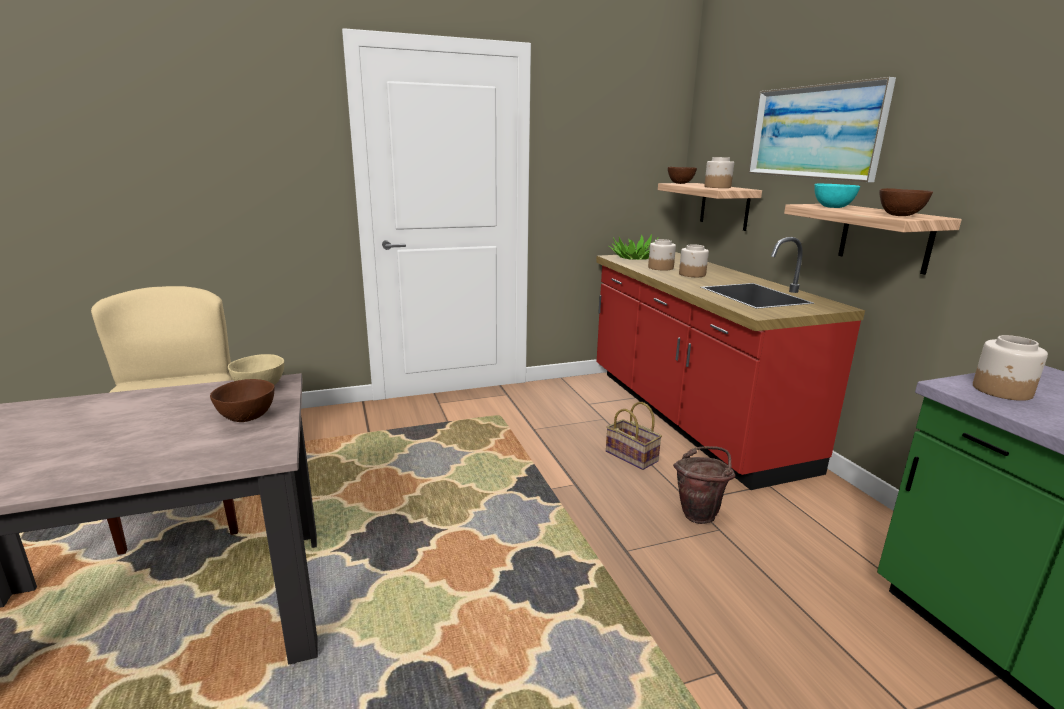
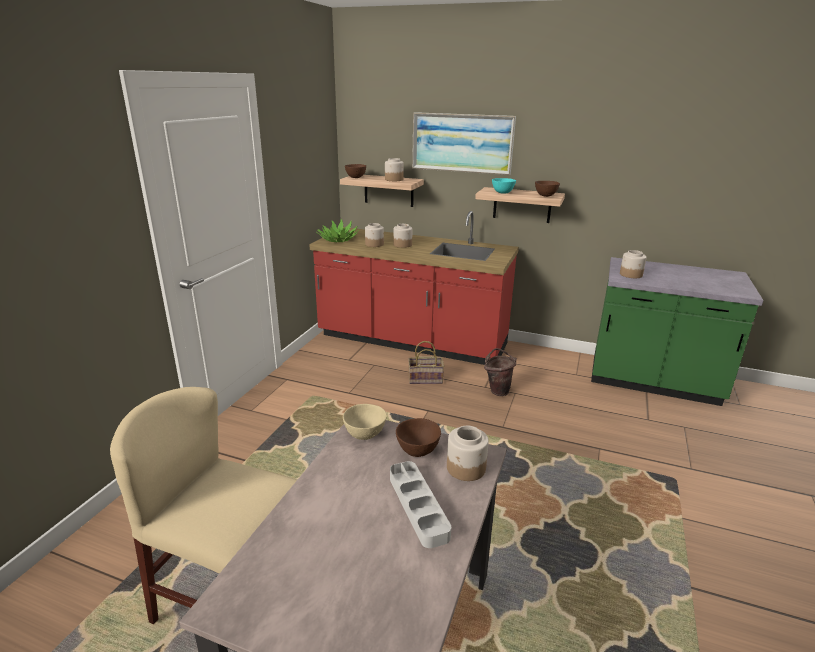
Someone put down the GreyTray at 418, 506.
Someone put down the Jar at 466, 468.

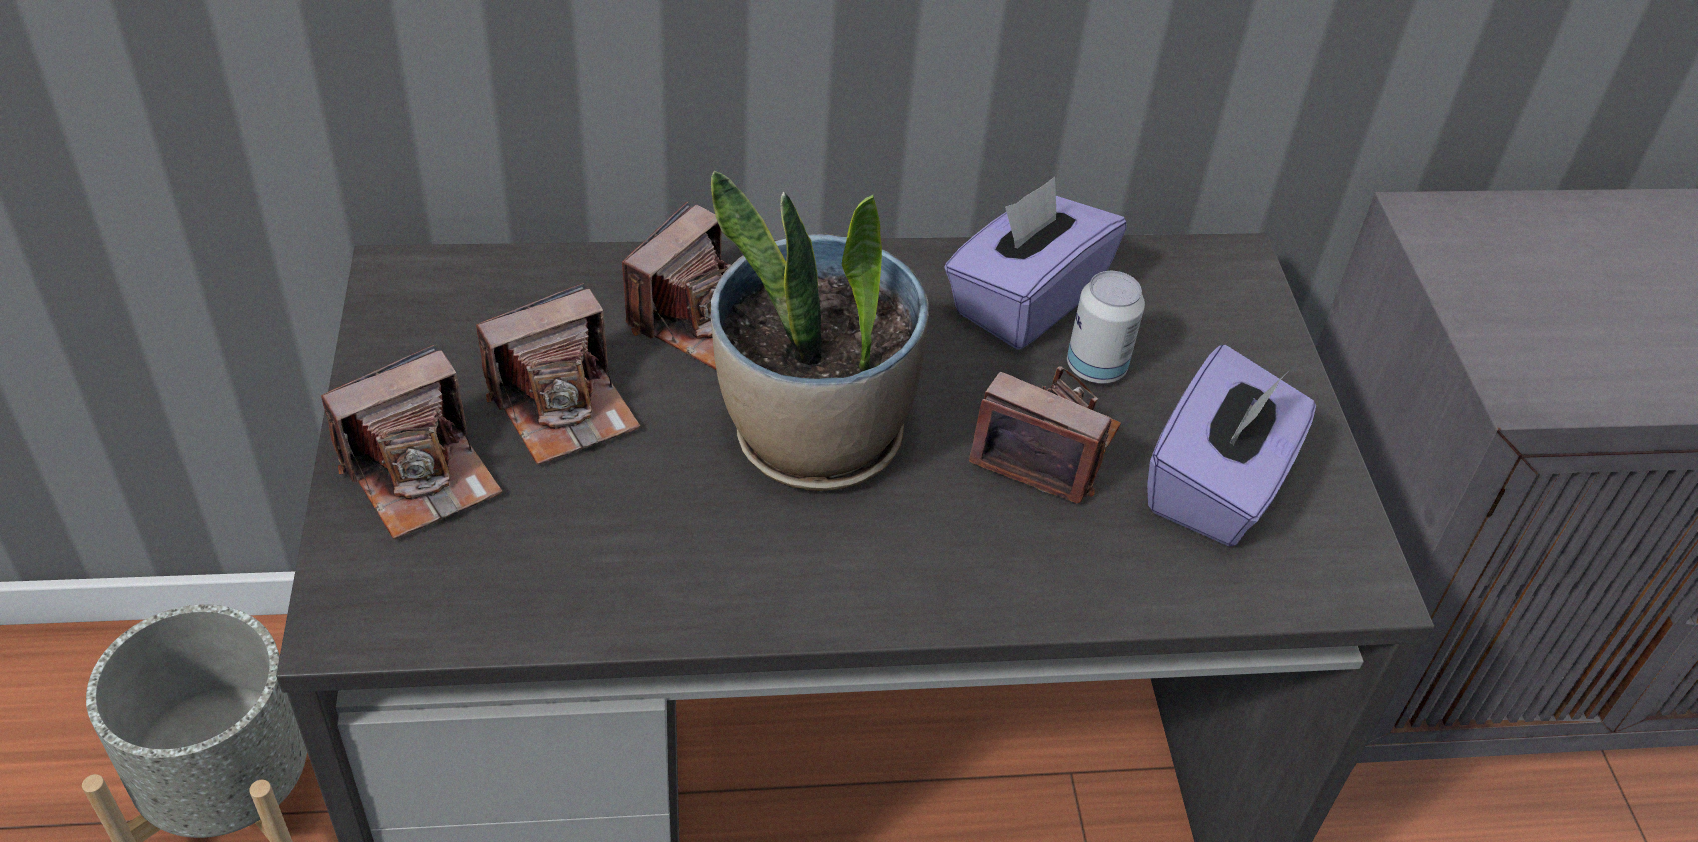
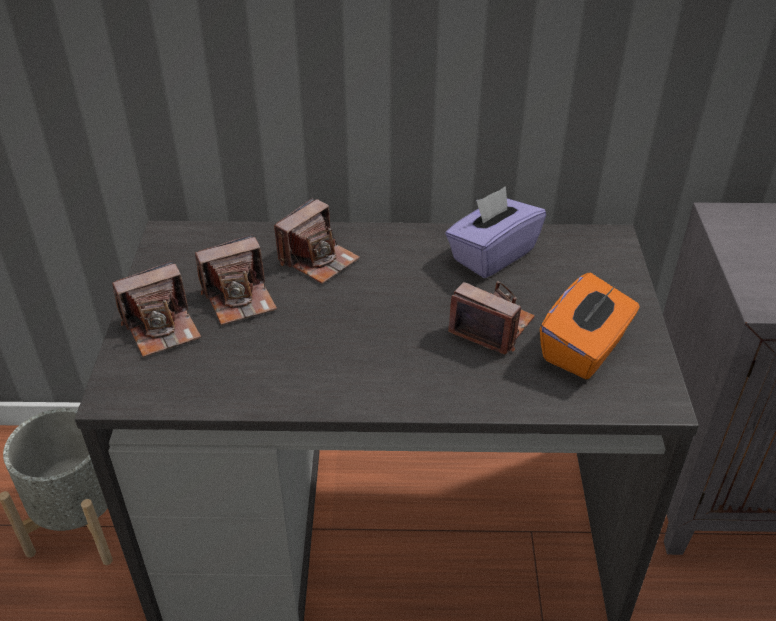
Someone took away the PottedPlant at 814, 440.
Someone took away the Can at 1096, 368.
Someone repainted the PurpleTissueBox at 1217, 486, which became the OrangeTissueBox at 584, 349.

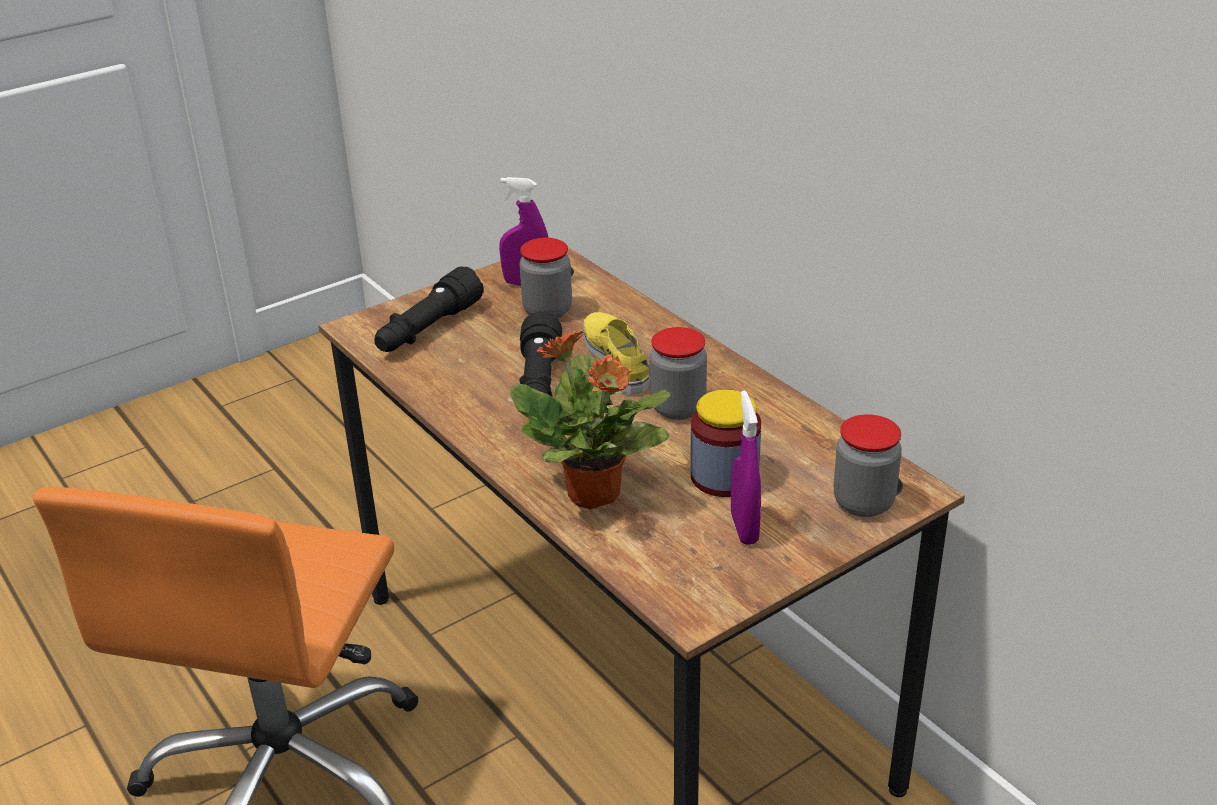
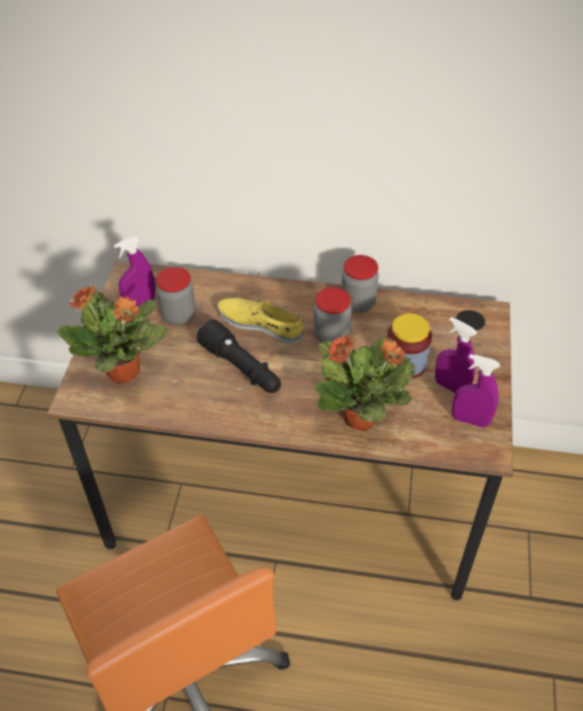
Someone swapped the BlackFlashlight at 428, 329 for the PottedPlant at 124, 372.
Someone carried the Jar from 863, 502 to 358, 303.
Someone put down the PurpleSprayBottle at 470, 420.

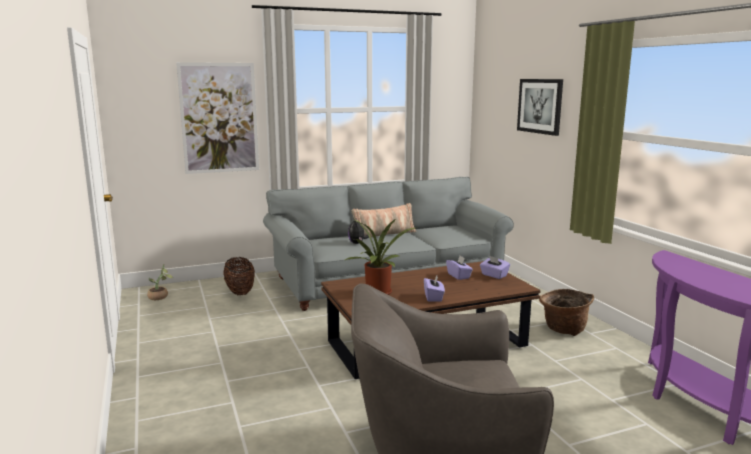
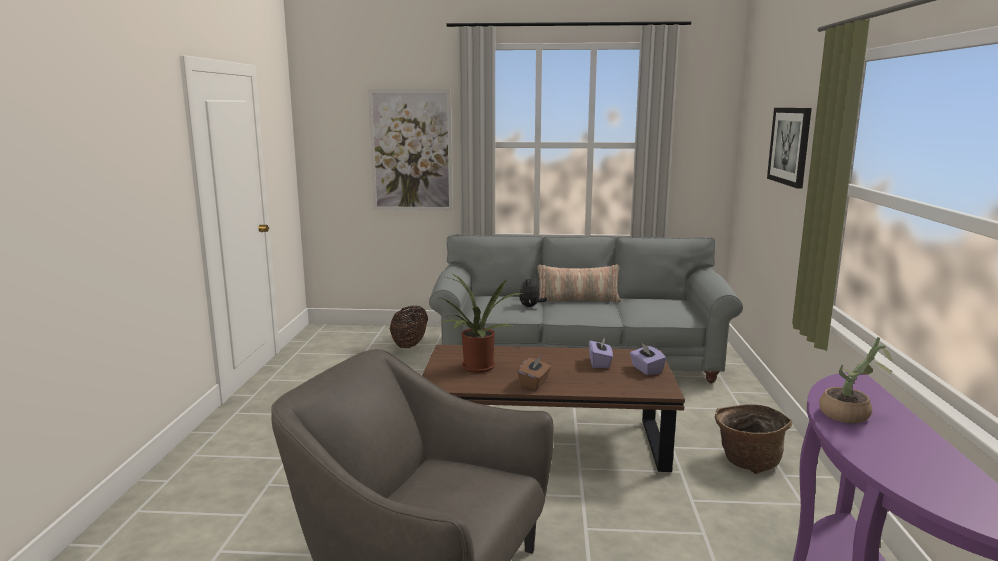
Someone carried the PottedPlant from 160, 297 to 851, 415.
Someone repainted the PurpleTissueBox at 433, 297, which became the BrownTissueBox at 534, 383.

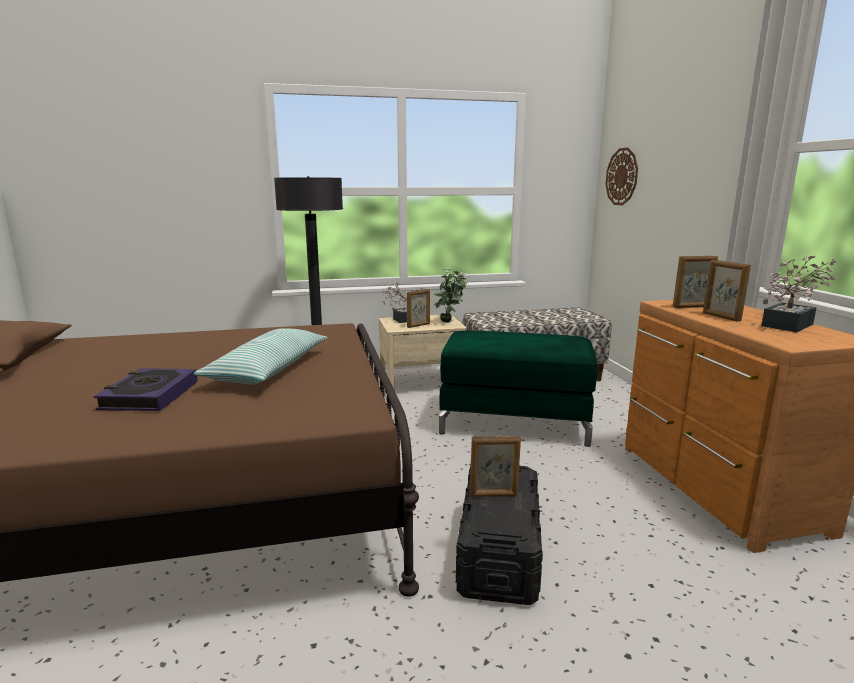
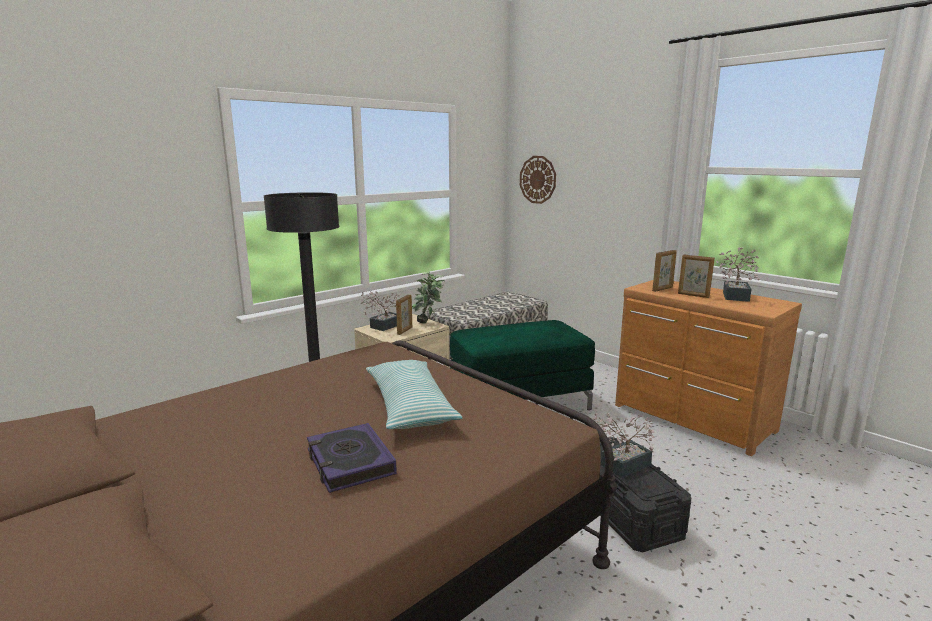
Someone swapped the PictureFrame at 493, 495 for the PottedPlant at 621, 466.

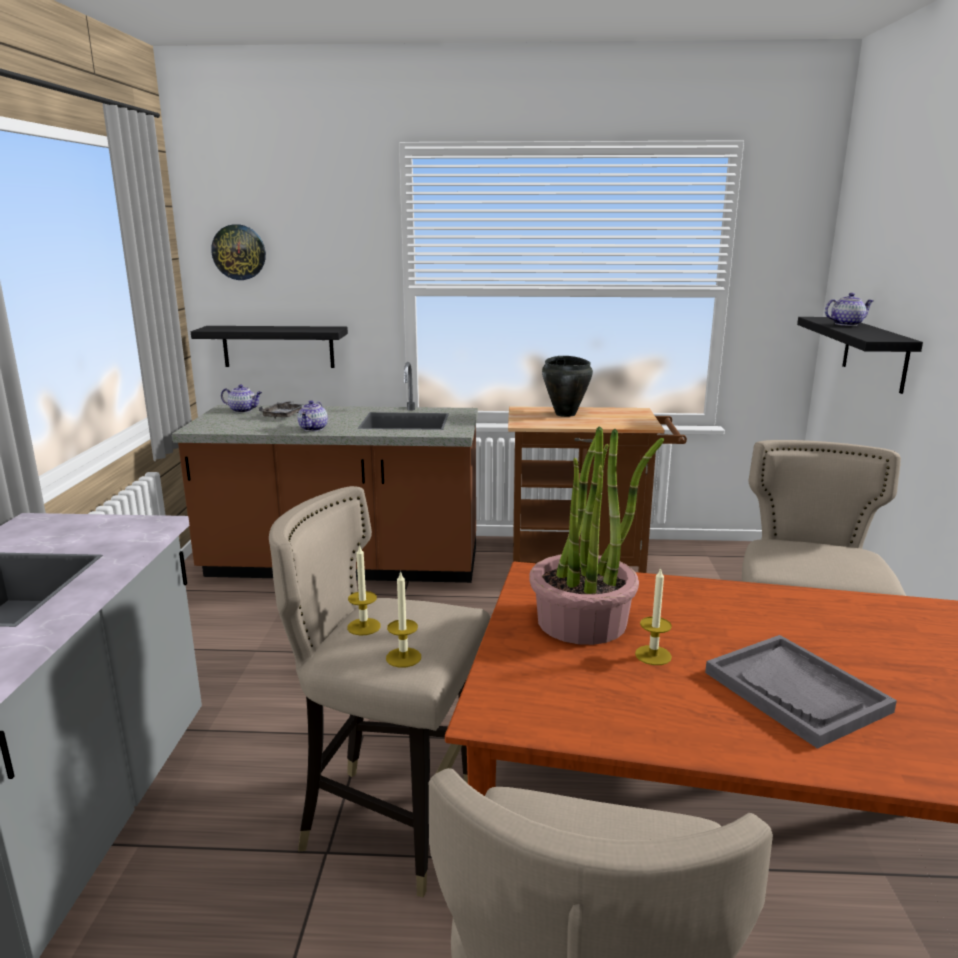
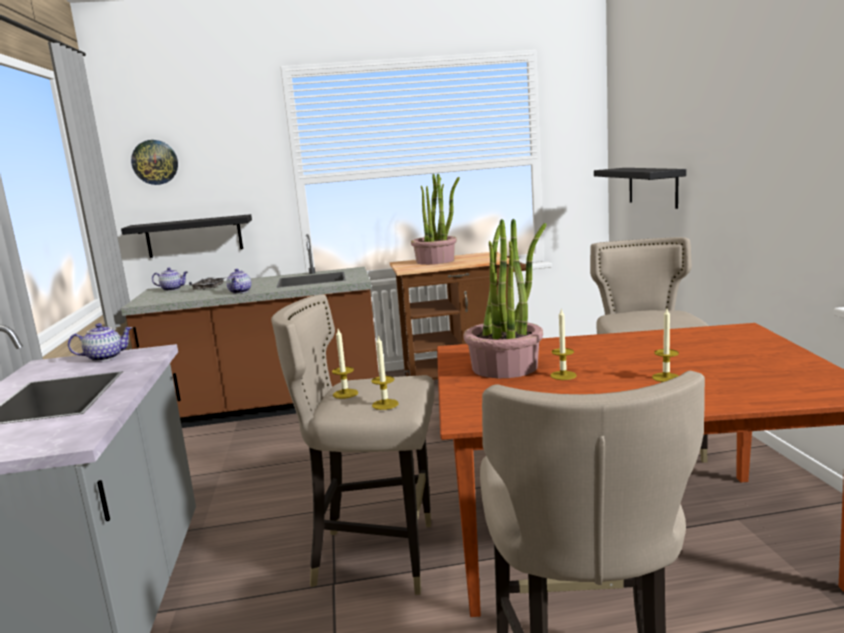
Someone swapped the BlackCookingPot at 566, 414 for the PottedPlant at 436, 261.
Someone swapped the GreyTray at 796, 692 for the Candle at 666, 377.
Someone carried the Teapot from 846, 324 to 105, 357.

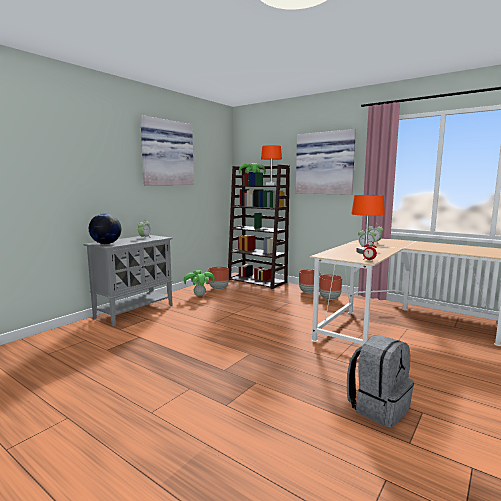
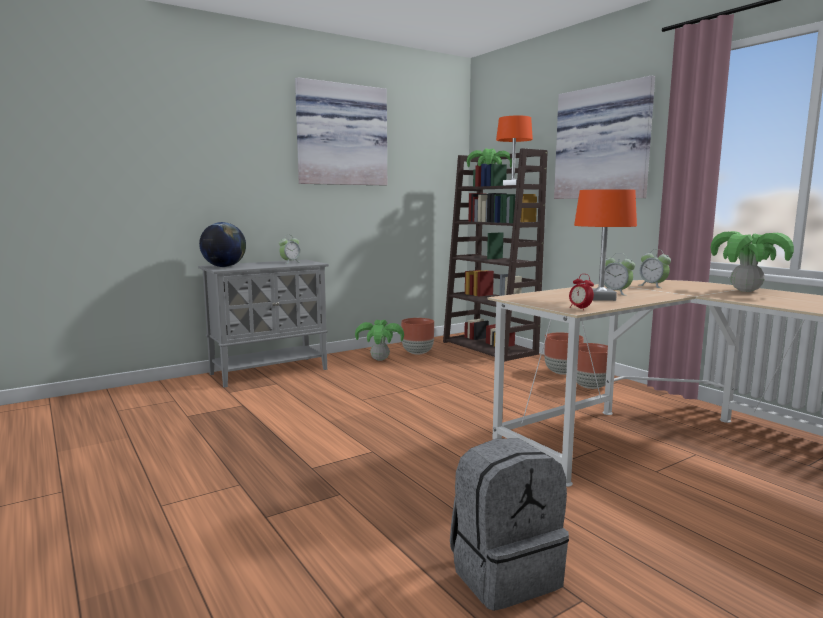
Someone put down the PottedPlant at 746, 291.

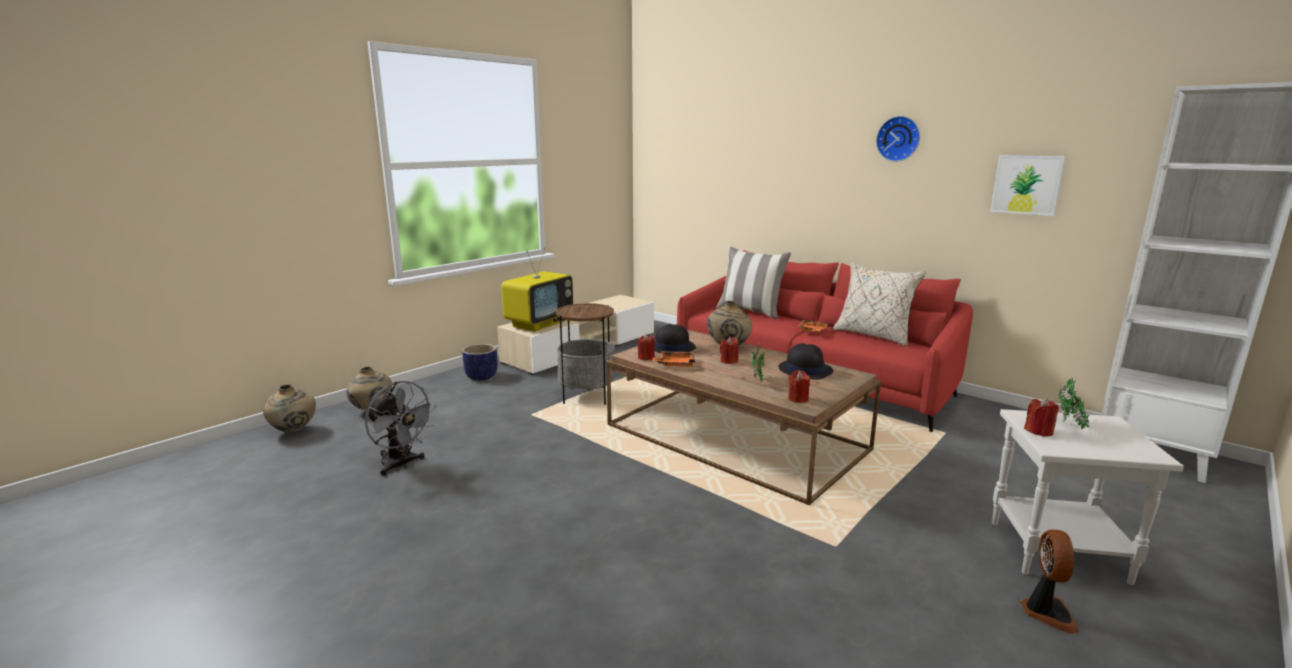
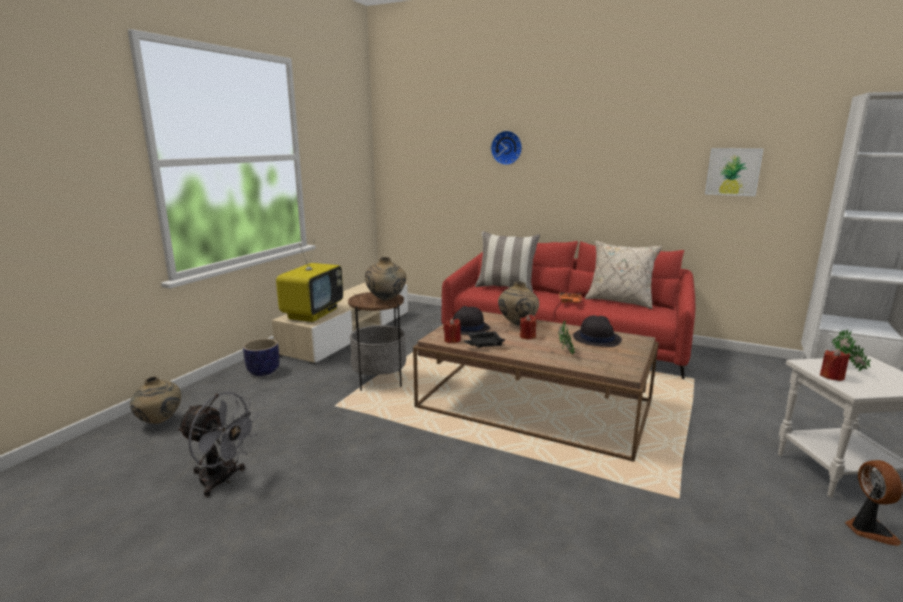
Someone carried the BeigeVase from 294, 431 to 386, 300.
Someone repainted the OrangeTray at 675, 364, which became the BlackTray at 483, 344.
Someone took away the RedCandle at 798, 399.
Someone carried the WallClock from 899, 138 to 507, 148.

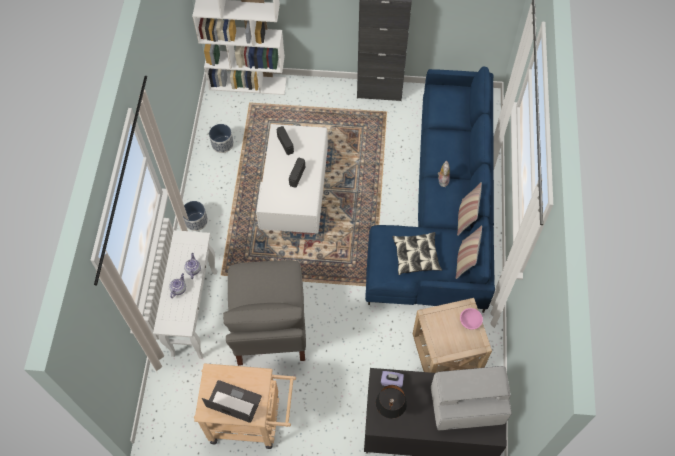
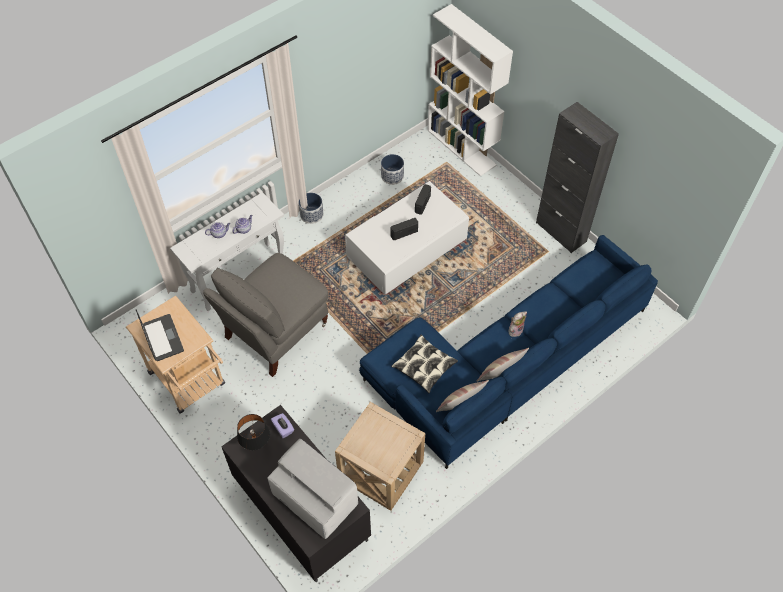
Someone took away the PinkBowl at 470, 322.

